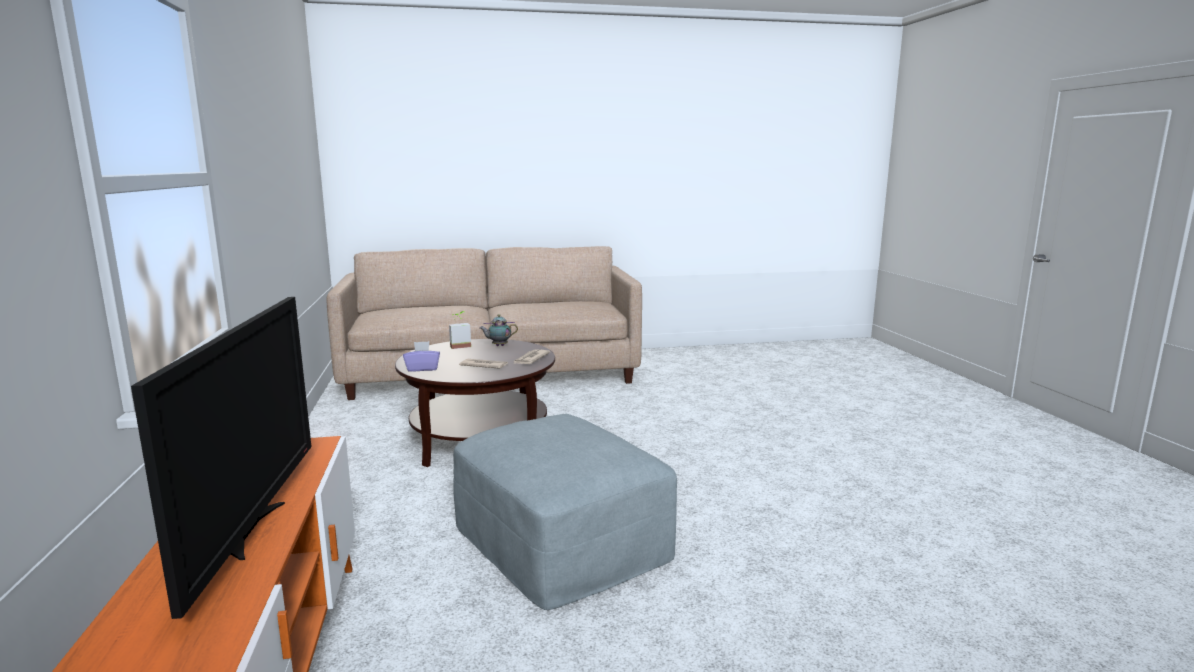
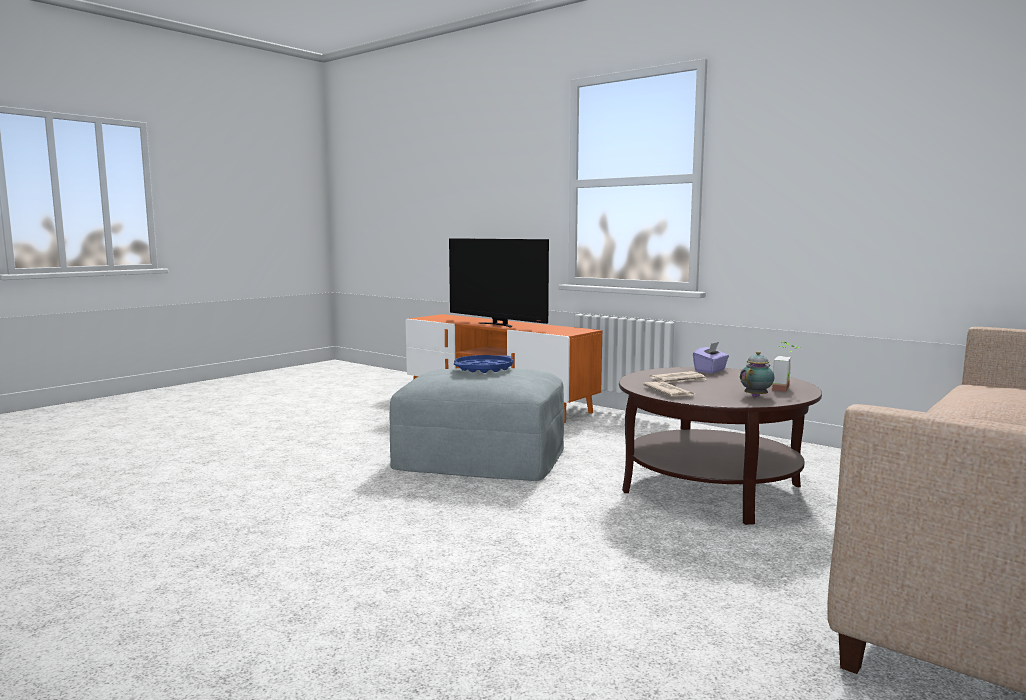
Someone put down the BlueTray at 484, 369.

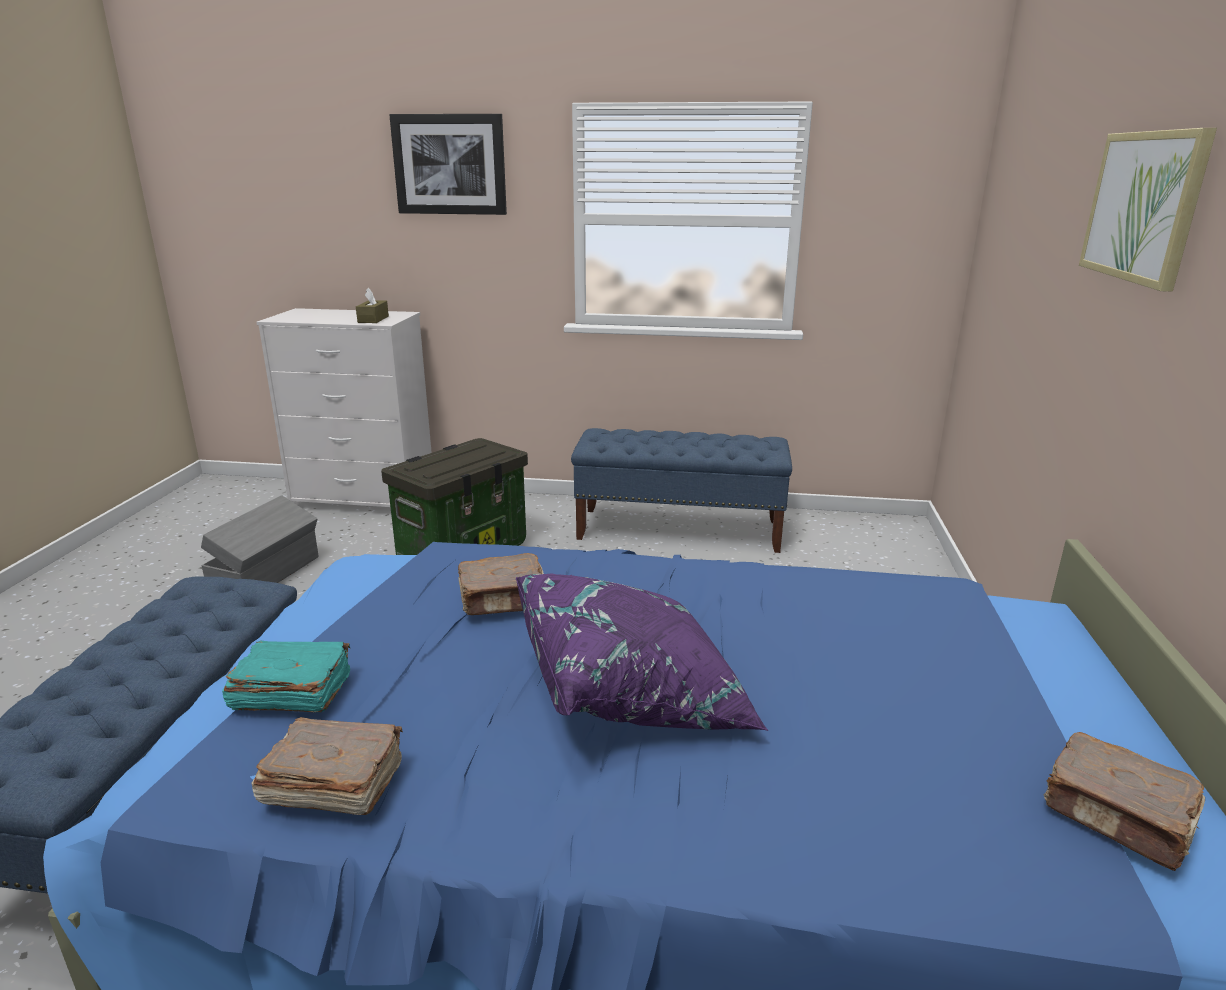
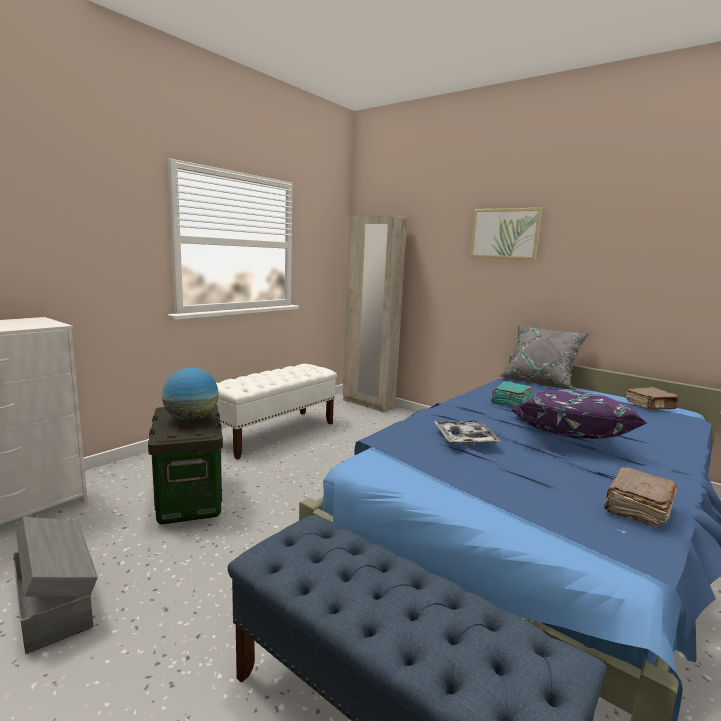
Someone carried the TurquoiseBook from 291, 693 to 510, 402.
Someone took away the BrownTissueBox at 373, 319.
Someone took away the Picture at 449, 165.
Someone swapped the BrownBook at 505, 600 for the Tray at 464, 438.
Someone repainted the BlueBench at 679, 530, which became the WhiteBench at 274, 433.
Someone put down the Globe at 191, 419.
Someone put down the BeigeWardrobe at 368, 404.
Someone put down the GreyPillow at 539, 383.

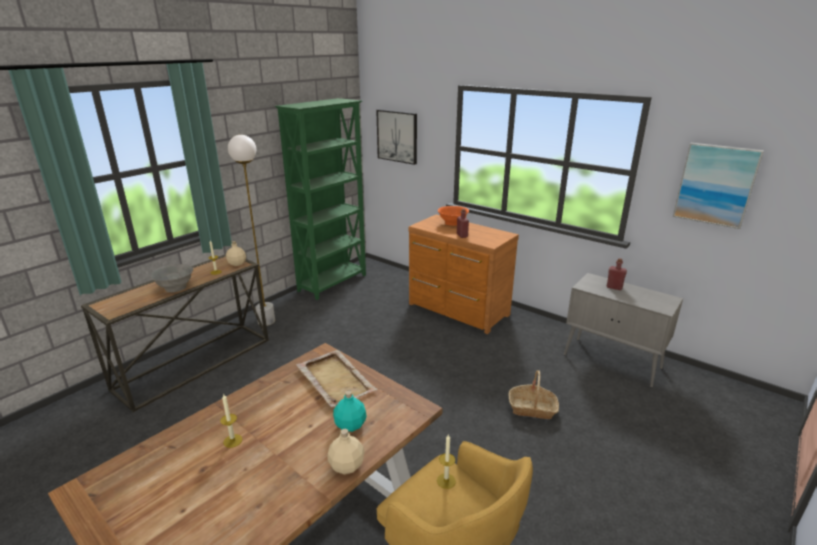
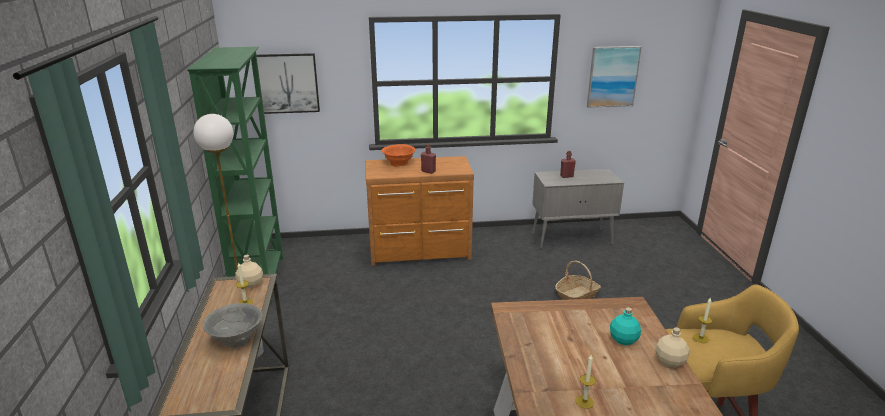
Someone took away the BeigeTray at 335, 379.

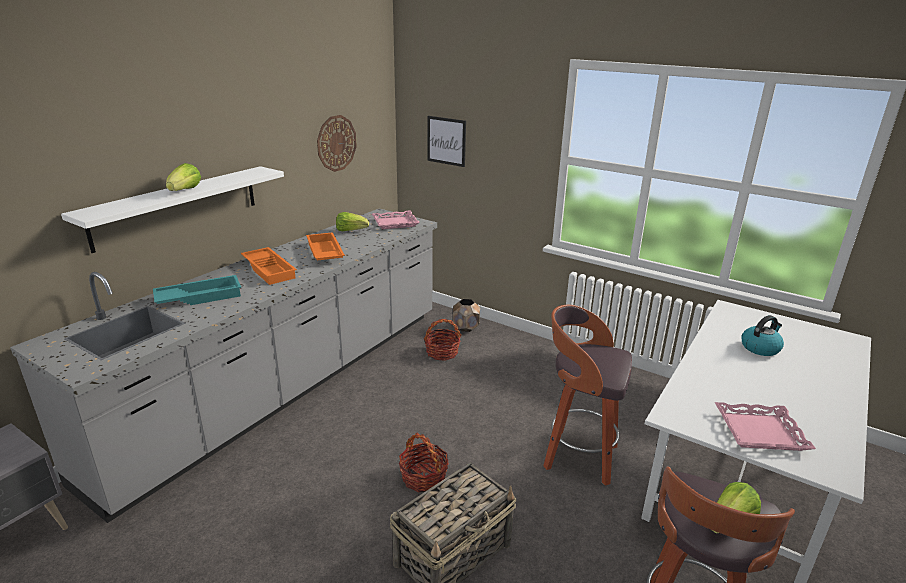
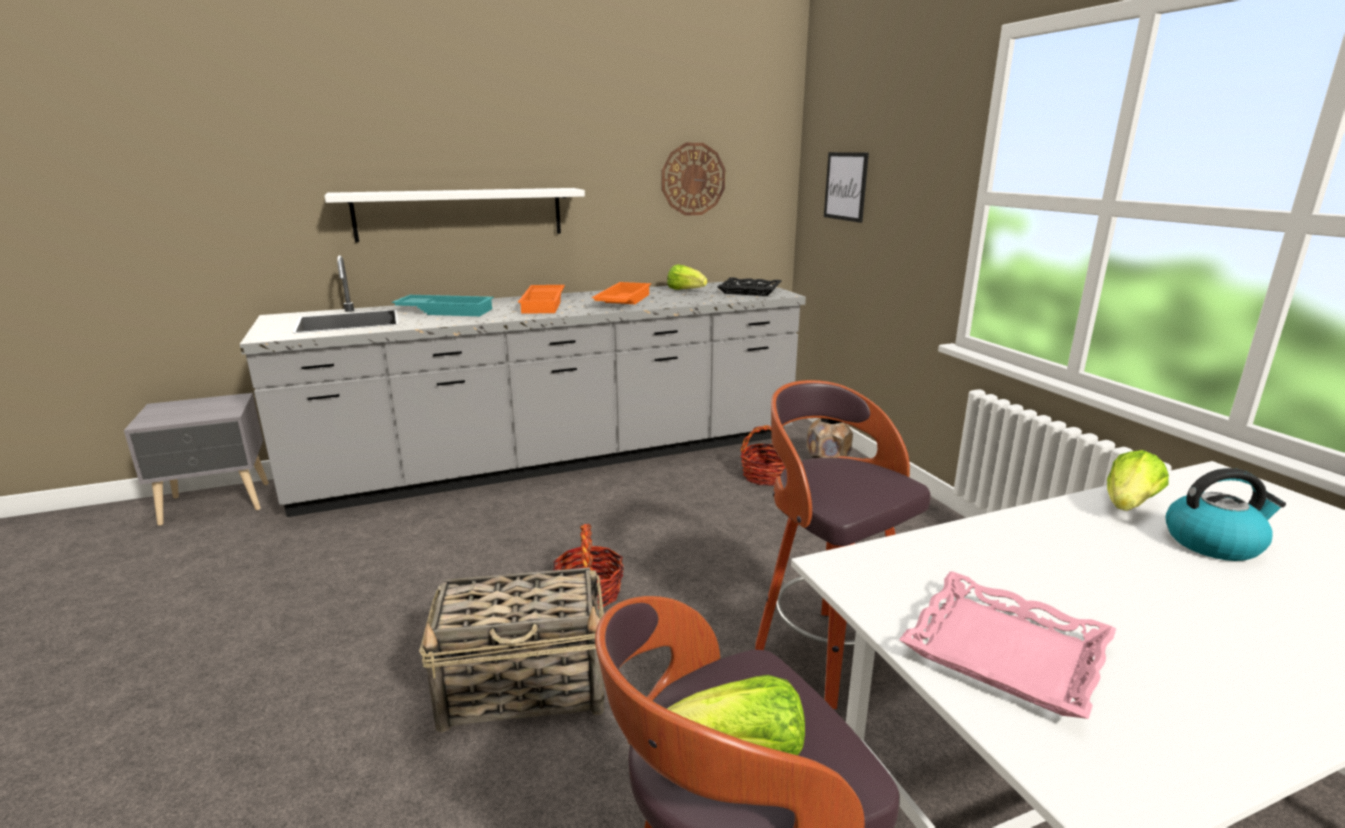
Someone carried the Lettuce from 185, 191 to 1128, 505.
Someone repainted the PinkTray at 395, 223, which became the BlackTray at 750, 291.

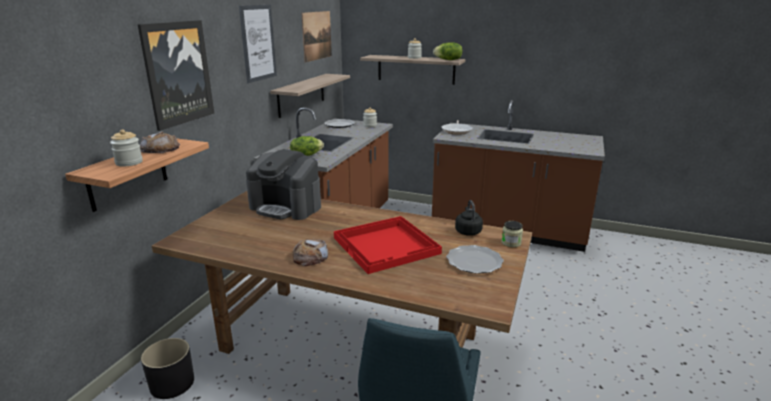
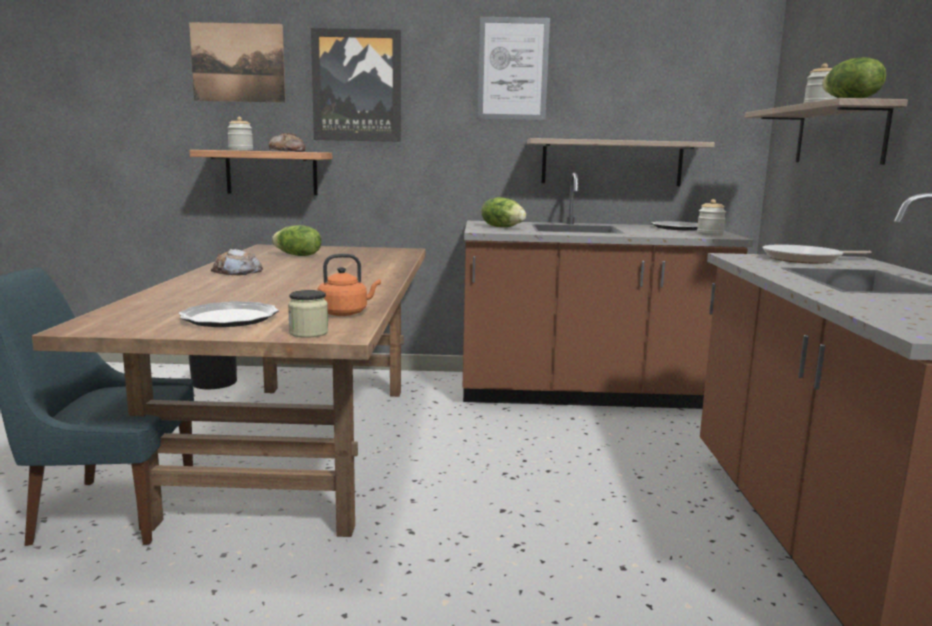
Someone took away the CoffeeMachine at 286, 207.
Someone carried the Picture from 317, 35 to 238, 63.
Someone took away the RedTray at 387, 246.
Someone repainted the BlackKettle at 467, 231, which became the OrangeKettle at 345, 313.
Someone put down the Lettuce at 297, 255.

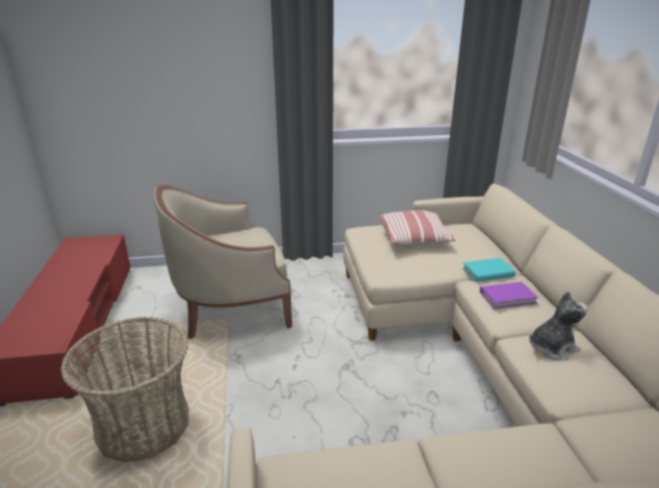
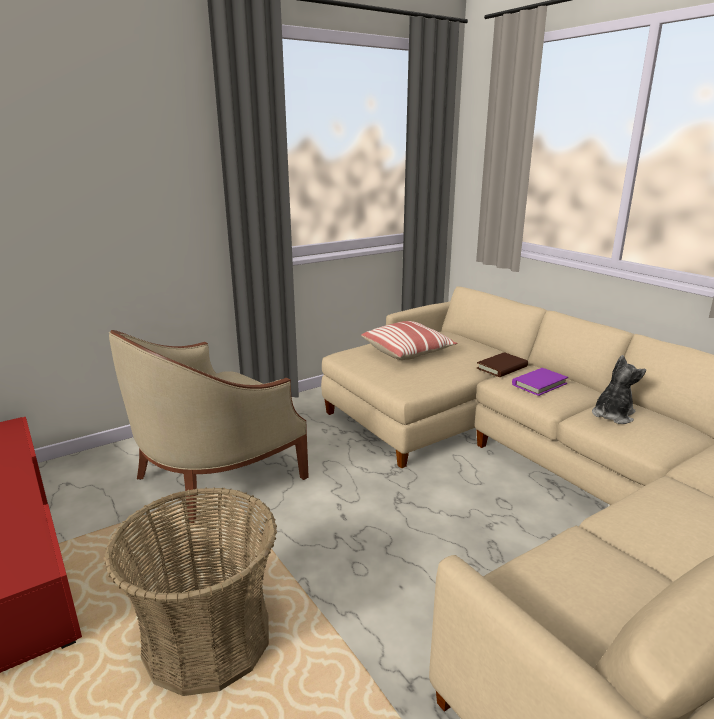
Someone repainted the TurquoiseBook at 488, 272, which became the BrownBook at 502, 367.

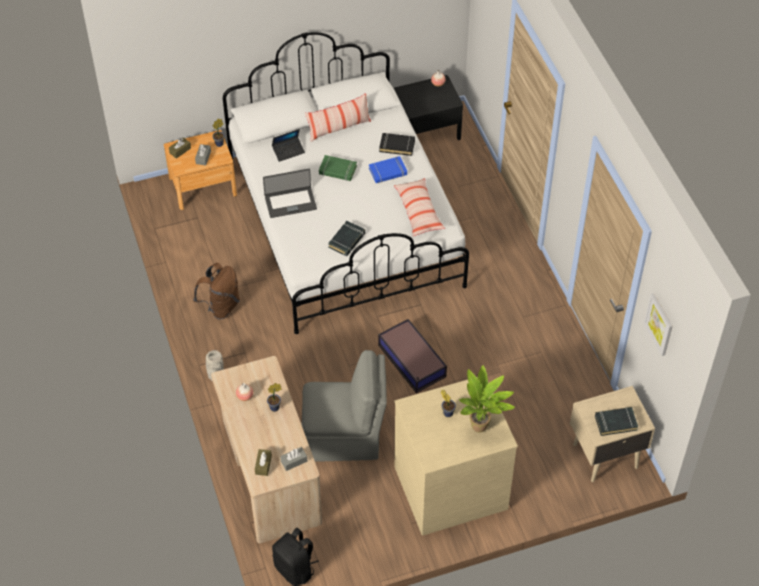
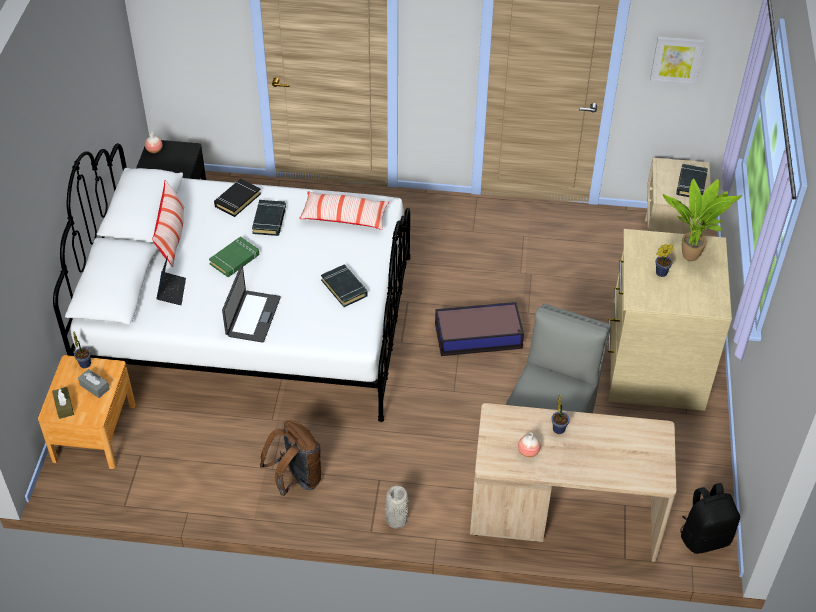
Someone took away the BrownTissueBox at 263, 465.
Someone took away the GreyTissueBox at 294, 461.
Someone repainted the BlueBook at 388, 172, which became the BlackBook at 269, 220.

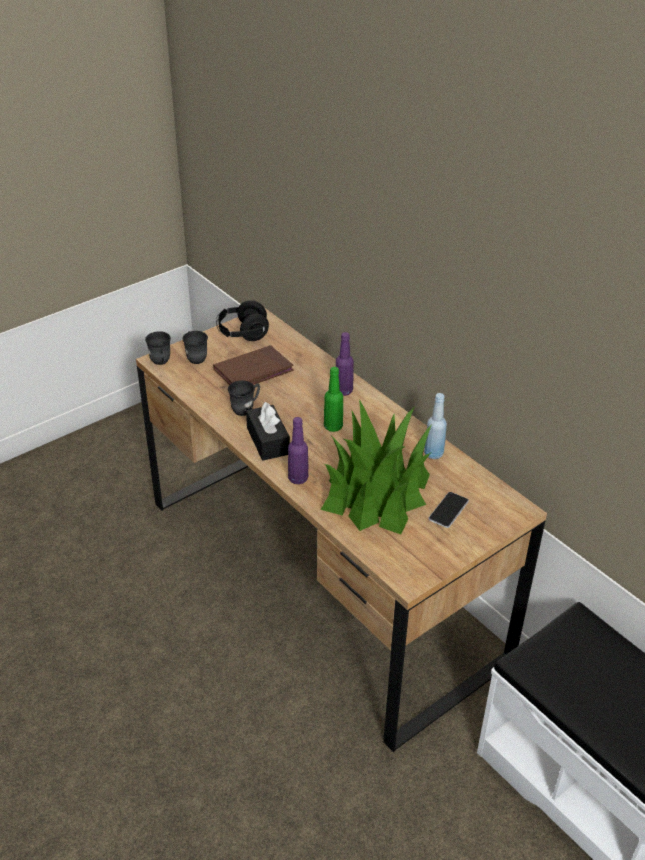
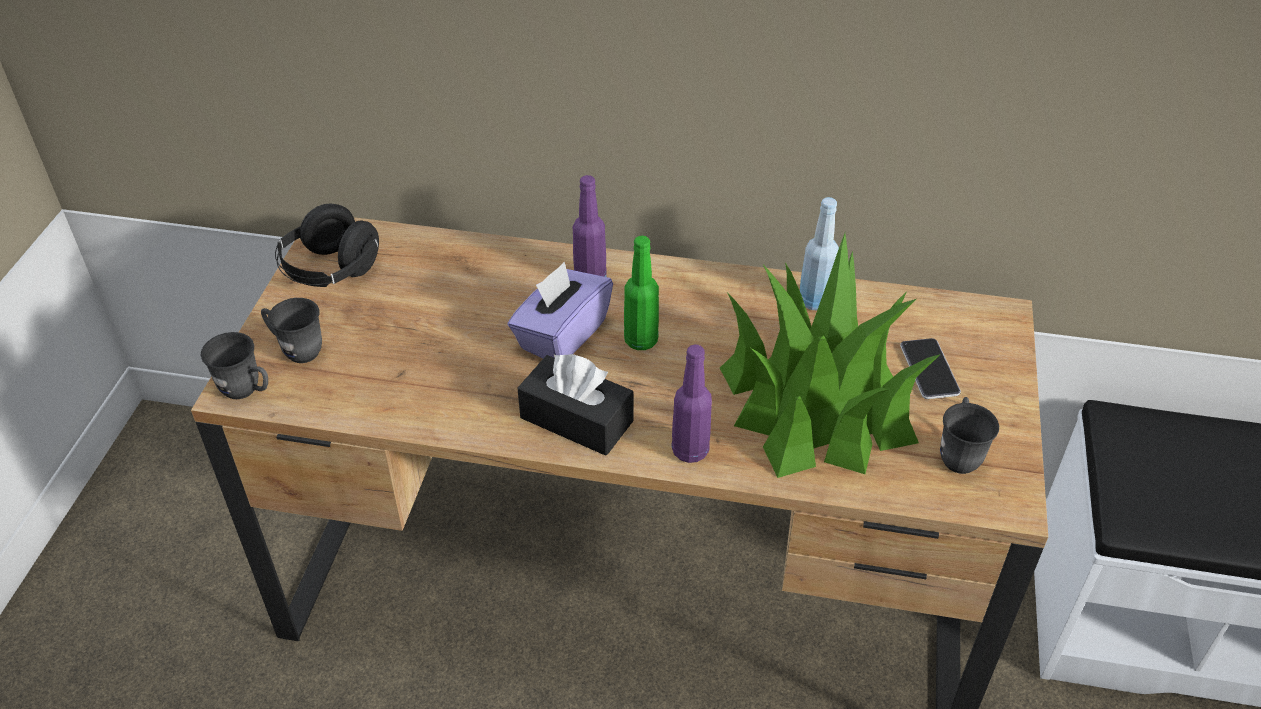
Someone took away the BrownBook at 253, 371.
Someone carried the GreyMug from 246, 408 to 959, 453.
Someone put down the PurpleTissueBox at 561, 335.

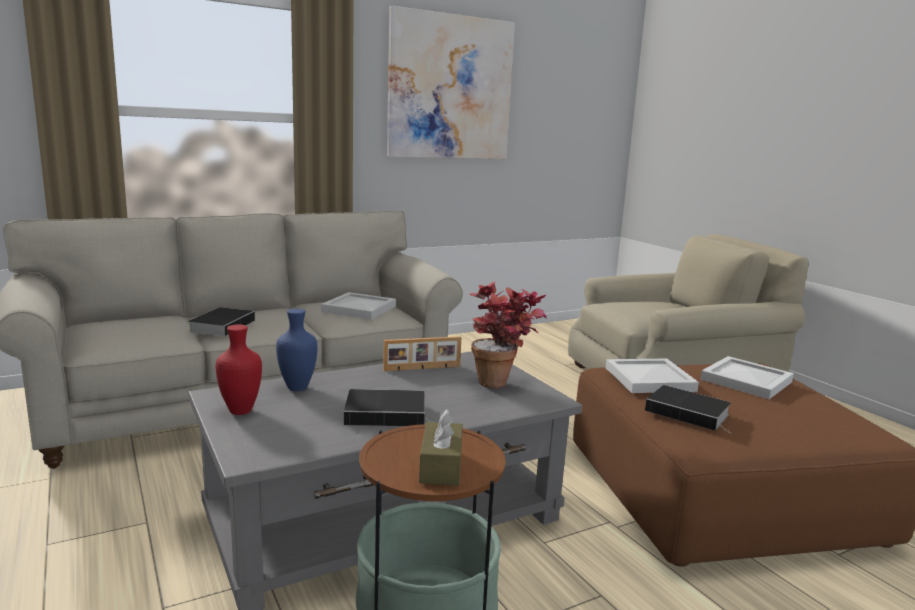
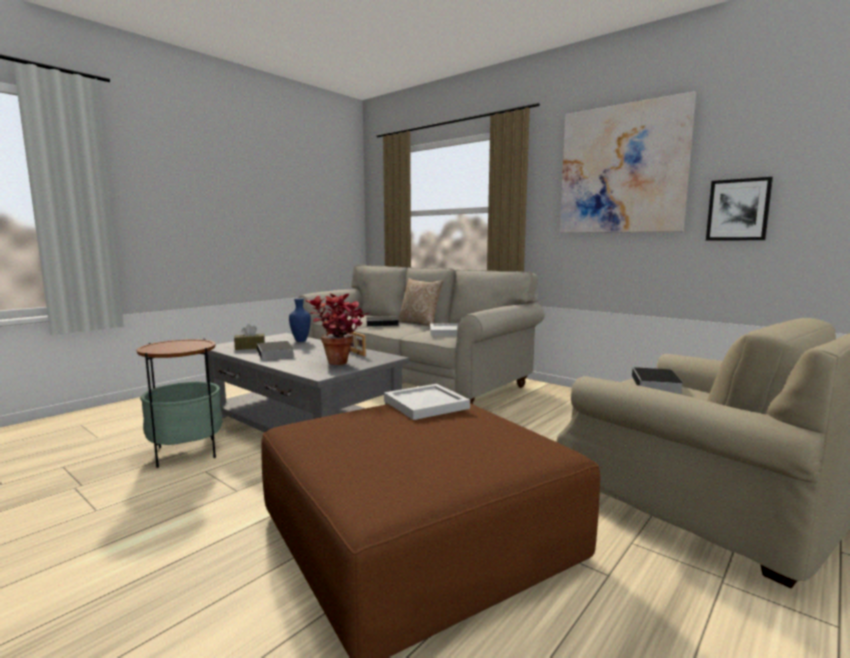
Someone took away the RedVase at 239, 411.
Someone carried the BrownTissueBox from 441, 466 to 250, 347.
Someone carried the Book from 689, 413 to 656, 385.
Someone took away the WhiteTray at 747, 381.
Someone put down the Pillow at 420, 323.
Someone put up the Picture at 738, 210.

